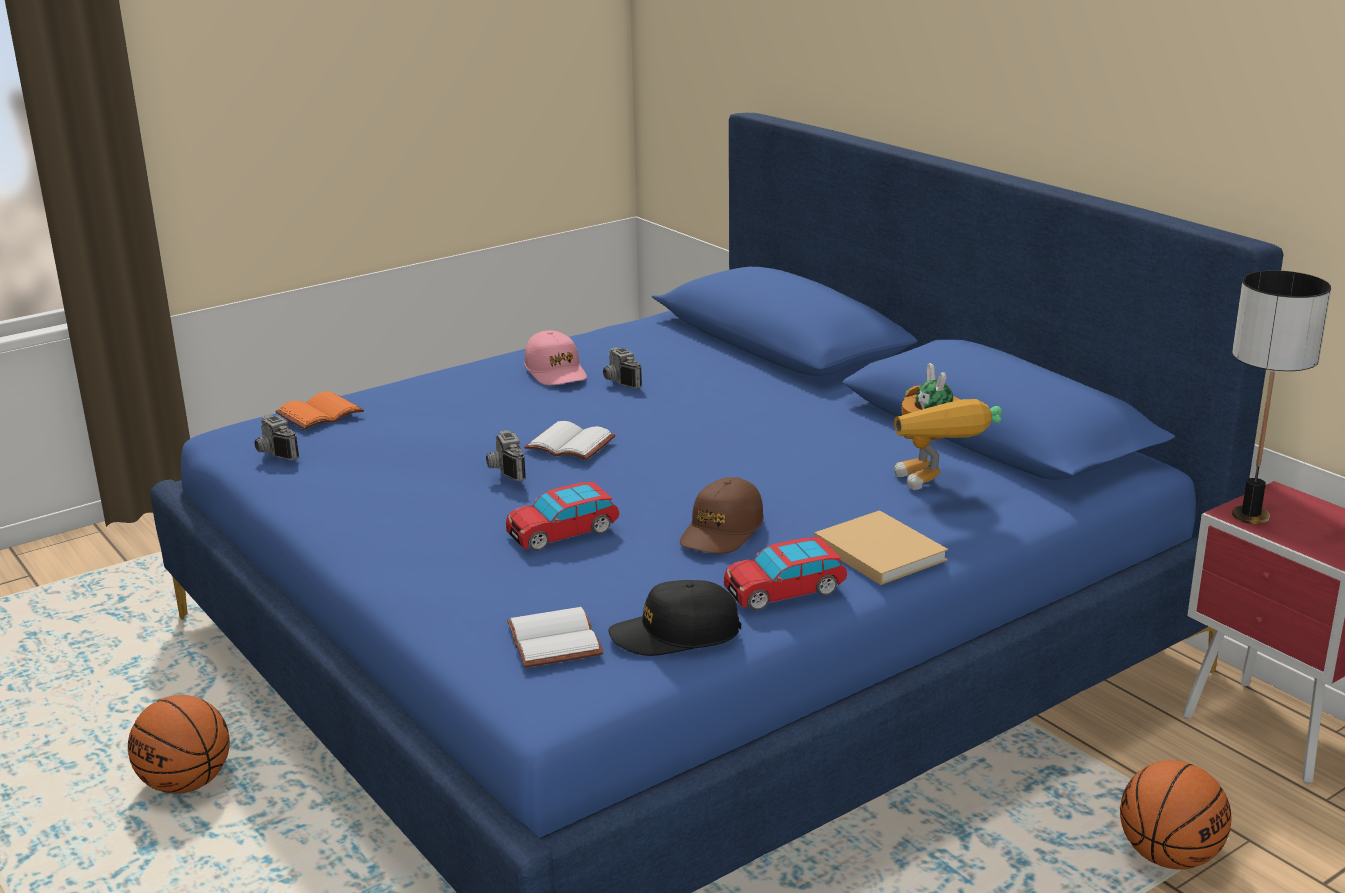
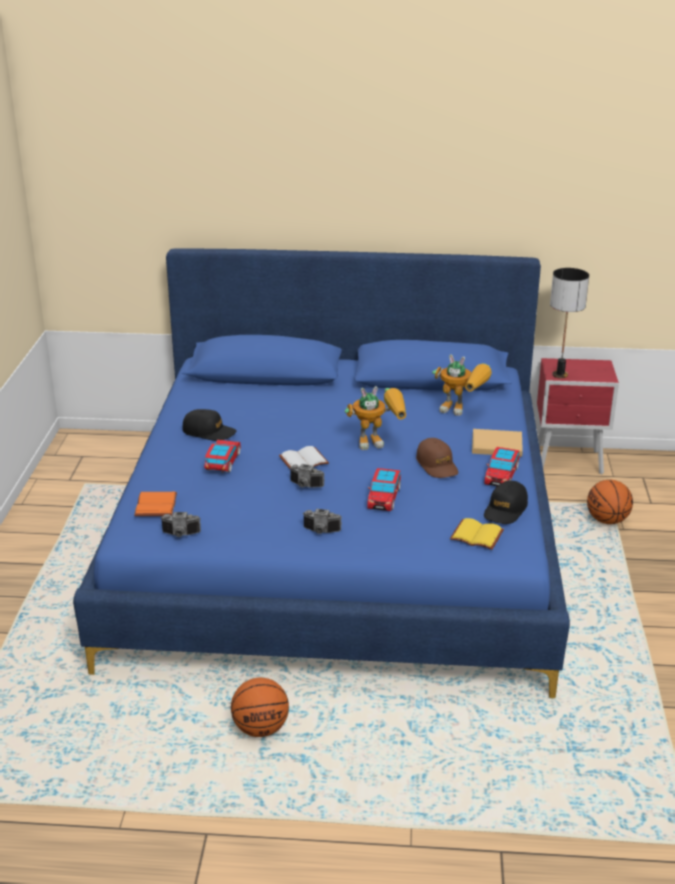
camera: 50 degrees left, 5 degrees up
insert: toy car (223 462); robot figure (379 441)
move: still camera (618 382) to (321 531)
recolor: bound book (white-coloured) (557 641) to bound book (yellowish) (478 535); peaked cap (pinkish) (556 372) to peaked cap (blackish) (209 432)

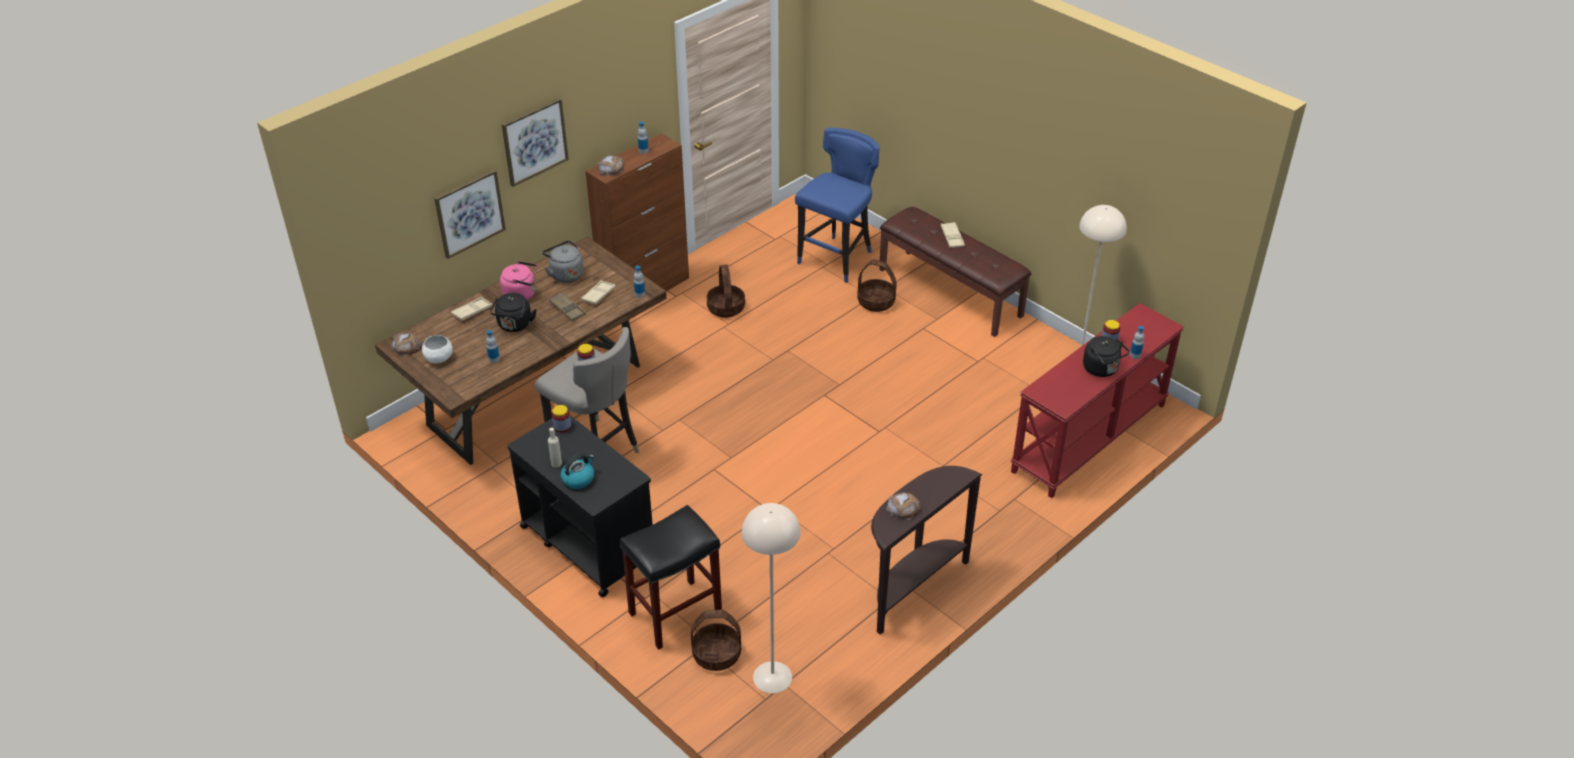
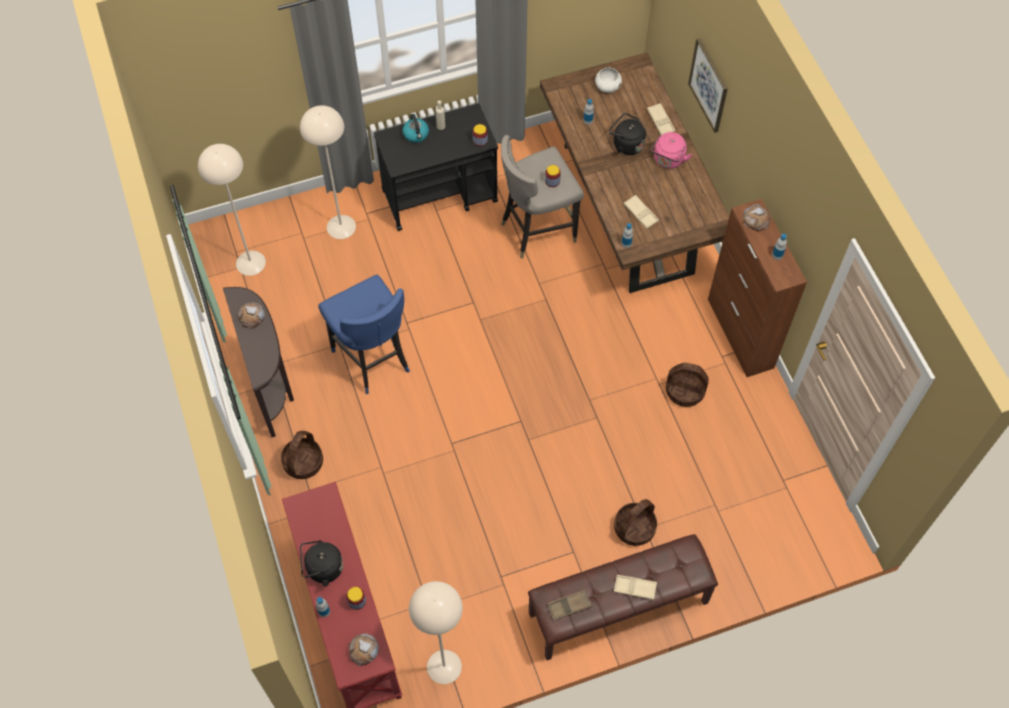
camera: 115 degrees right, 20 degrees up
delete: wall picture (534 141); kettle (gray) (565 274)
move: bread (407 347) to (363 650); tray (brown) (567 309) to (569 606); basket (716 654) to (303 462); stool seat (blue) (837 258) to (372 359)
replace: stool seat (blackish) (676 613) to standing lamp (beige-coloured) (341 227)

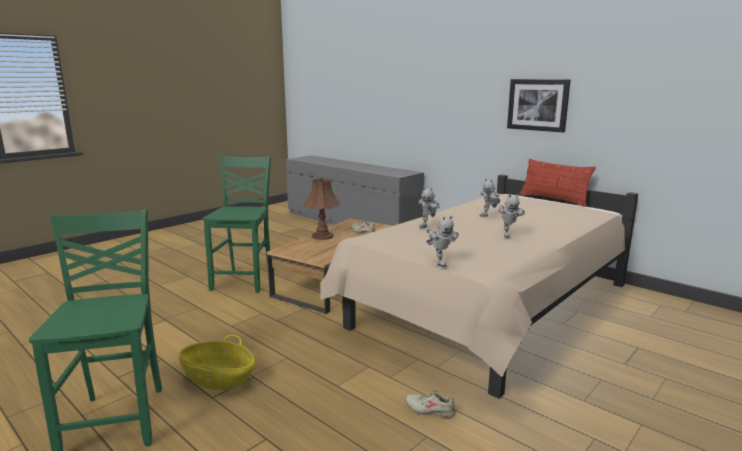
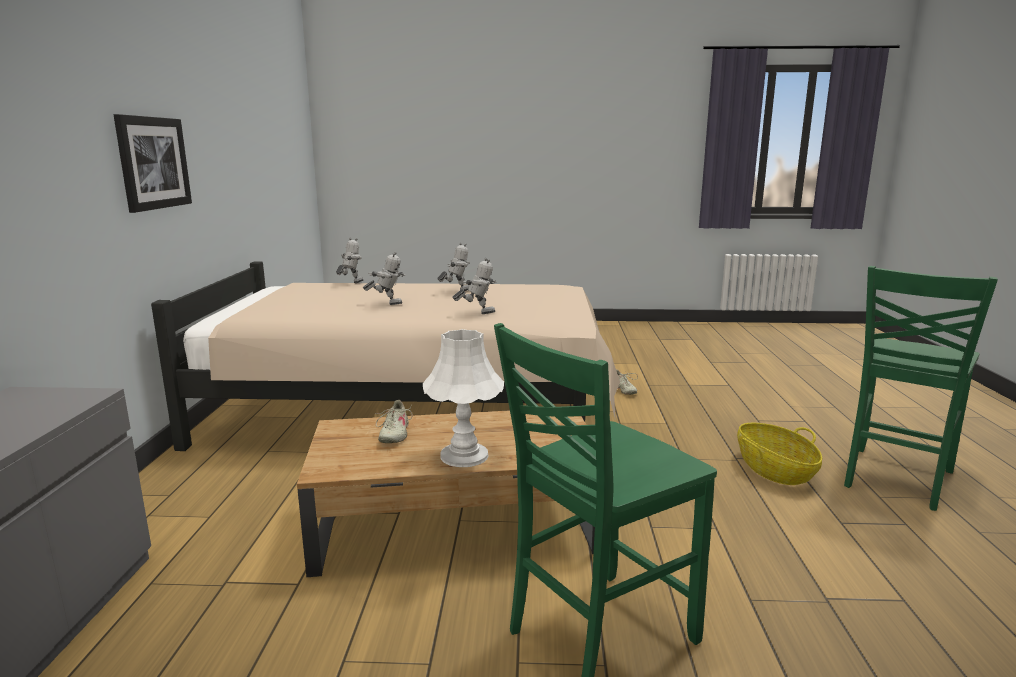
camera: 130 degrees left, 0 degrees up
delete: throw pillow (553 200)
move: robot figure (439 262) to (350 283)
recolor: tabletop lamp (brown) (322 236) to tabletop lamp (white-coloured) (464 455)

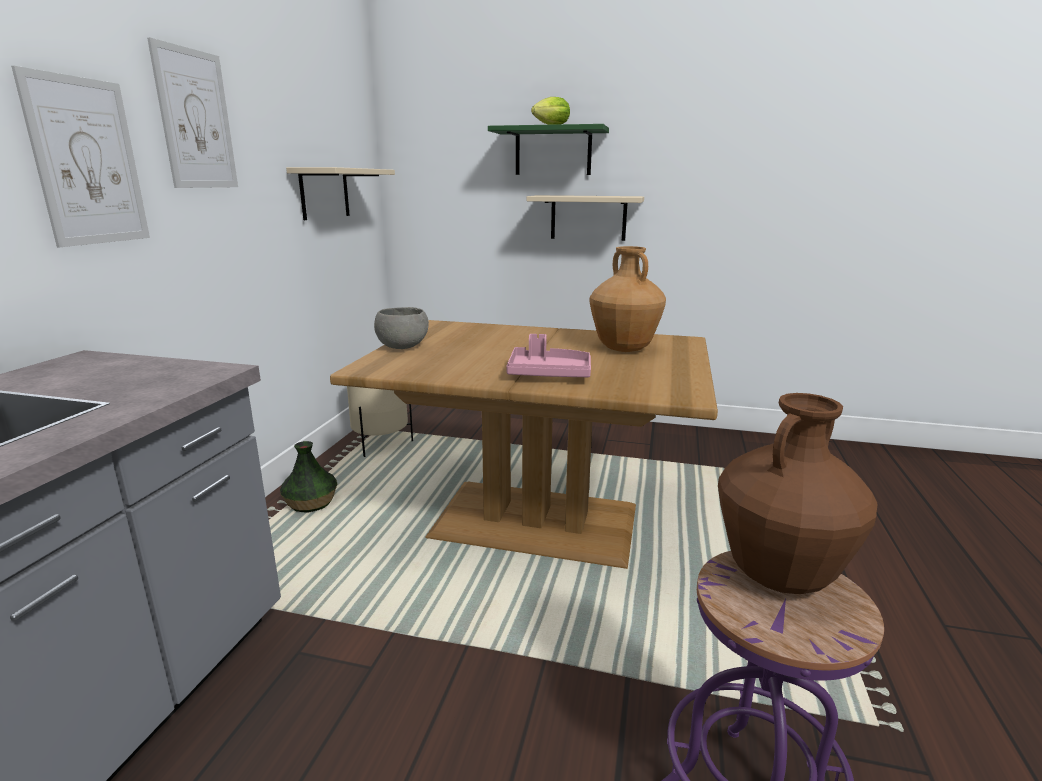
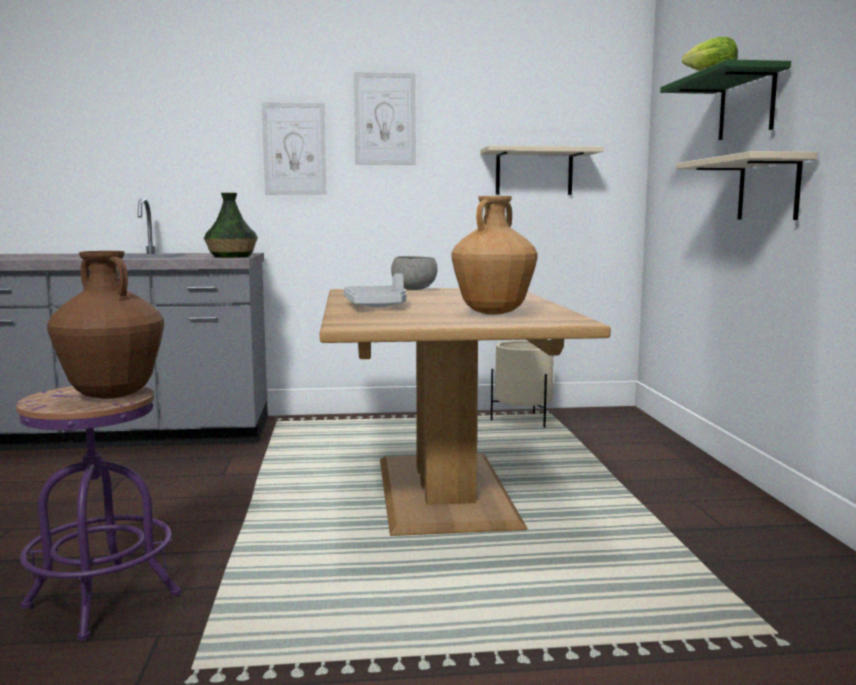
camera: 70 degrees right, 10 degrees down
move: decorative vase (311 504) to (231 256)
recolor: tray (pinkish) (548 374) to tray (gray) (377 306)

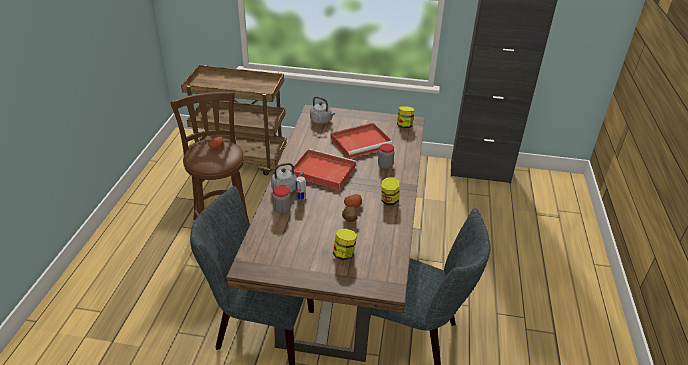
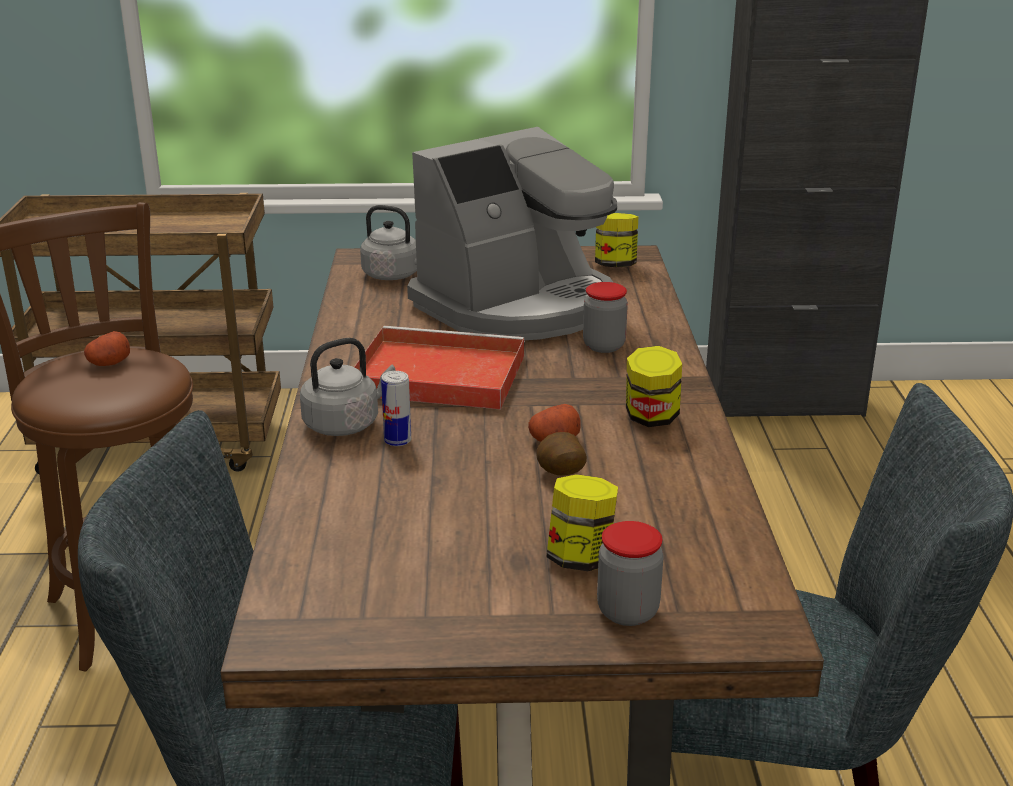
camera: 10 degrees left, 10 degrees down
move: jar (282 210) to (627 611)
replace: tray (red-coloured) (361 142) to coffee brewer (519 306)

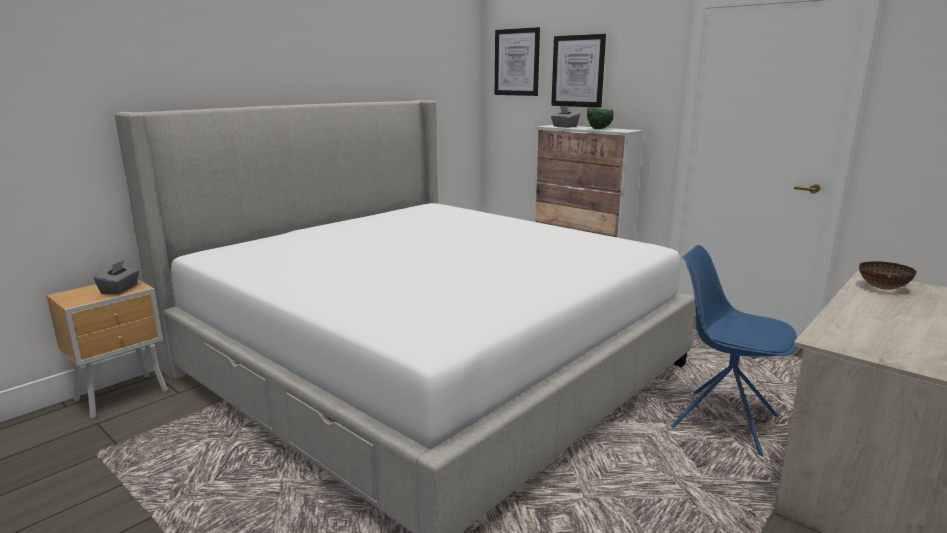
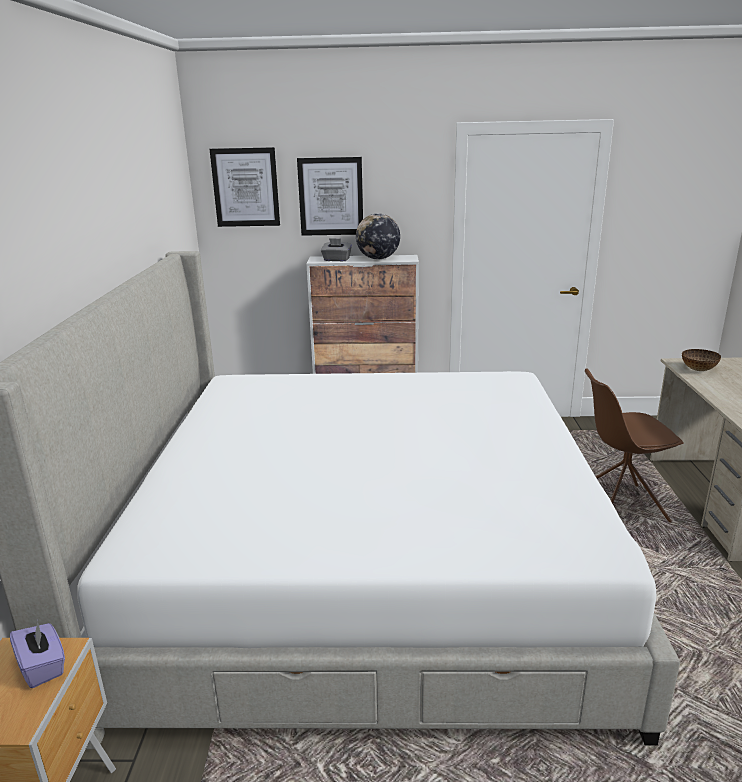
camera: 40 degrees left, 5 degrees up
replace: serving bowl (green-coloured) (599 129) to globe (378 259)
recolor: tissue box (gray) (120 289) to tissue box (purple-coloured) (43 667); plain chair (blue) (722 421) to plain chair (brown) (618 506)

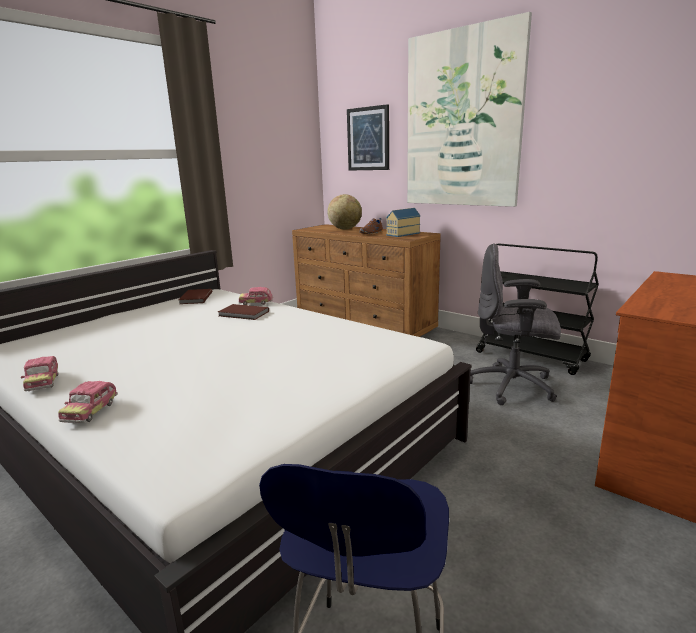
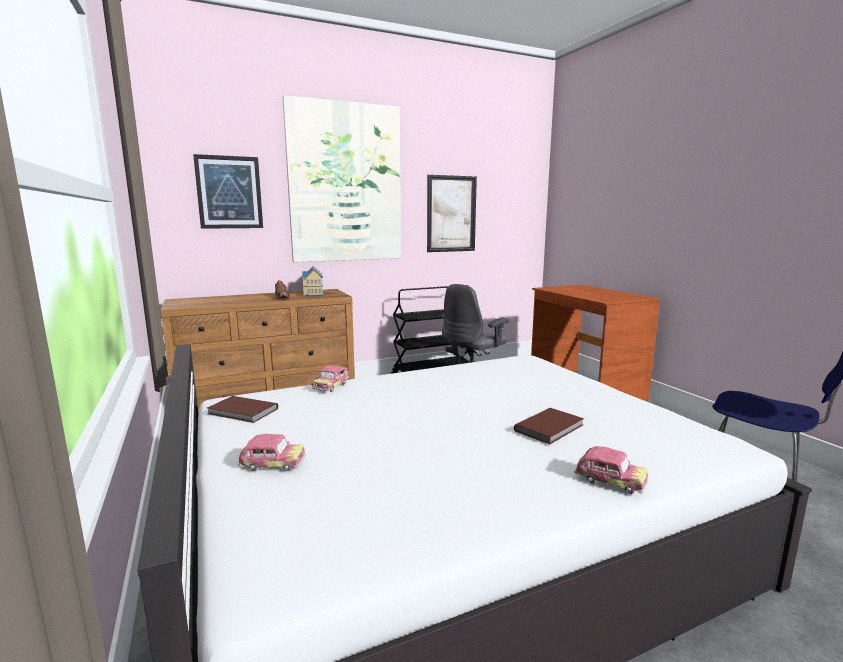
camera: 65 degrees left, 5 degrees down
delete: globe (345 229)
insert: wall picture (451 214)
move: toy car (43 382) to (272 465); bound book (brown) (243 314) to (551 428)

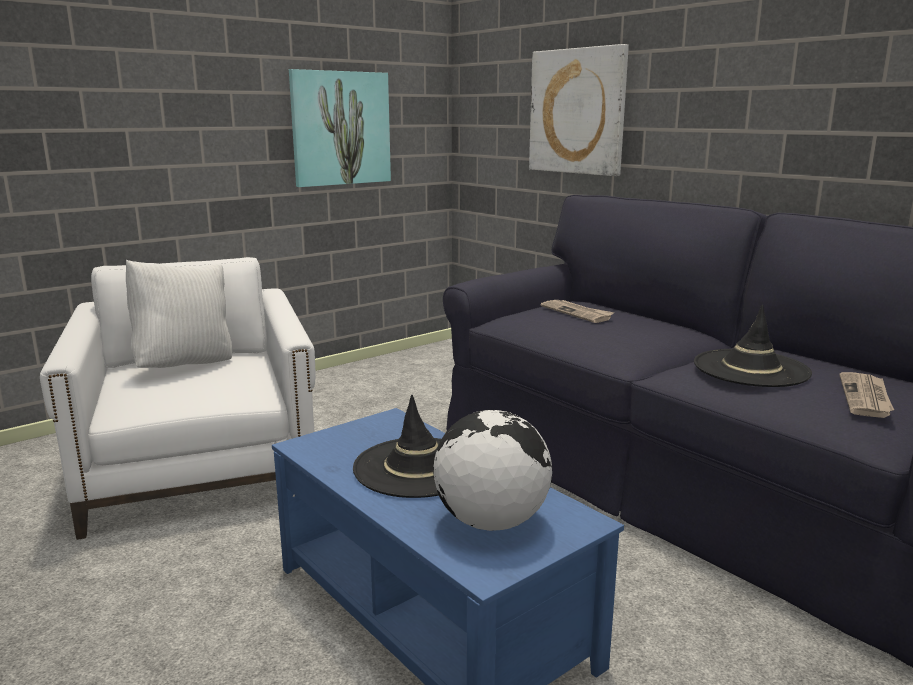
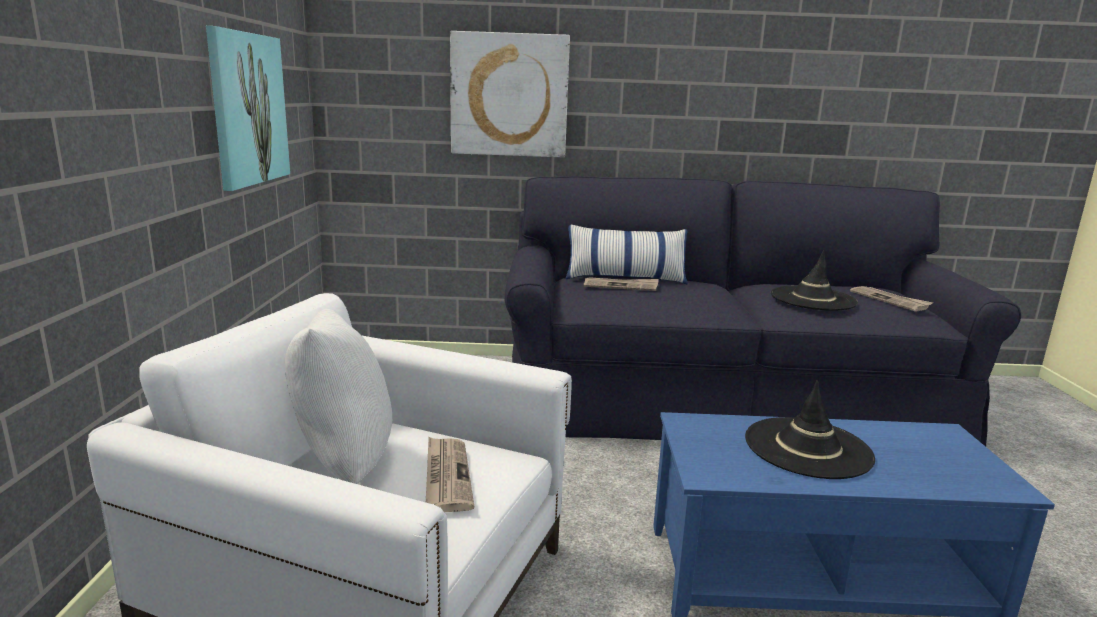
camera: 50 degrees left, 0 degrees up
delete: globe (491 522)
insert: printed paper (446 476); throw pillow (625 278)

